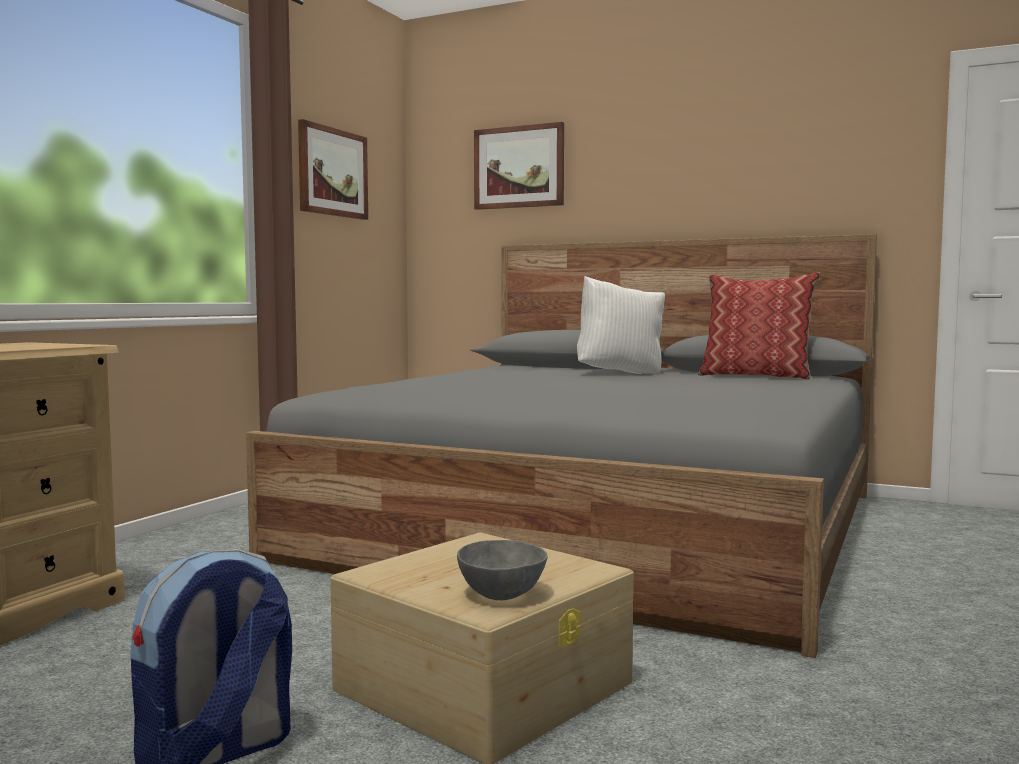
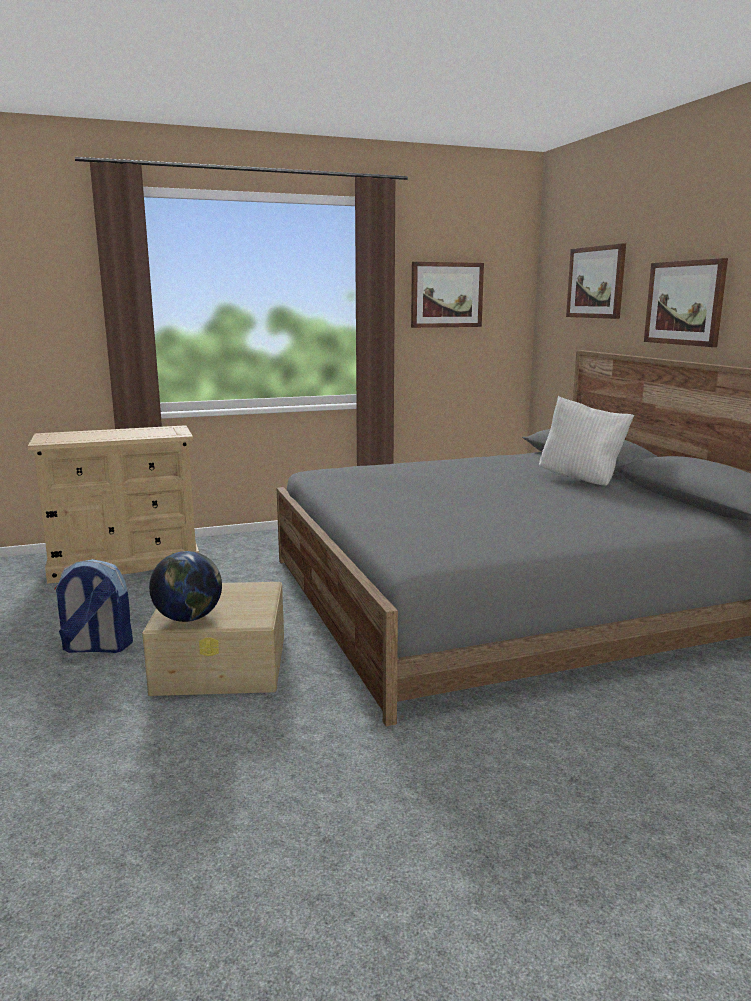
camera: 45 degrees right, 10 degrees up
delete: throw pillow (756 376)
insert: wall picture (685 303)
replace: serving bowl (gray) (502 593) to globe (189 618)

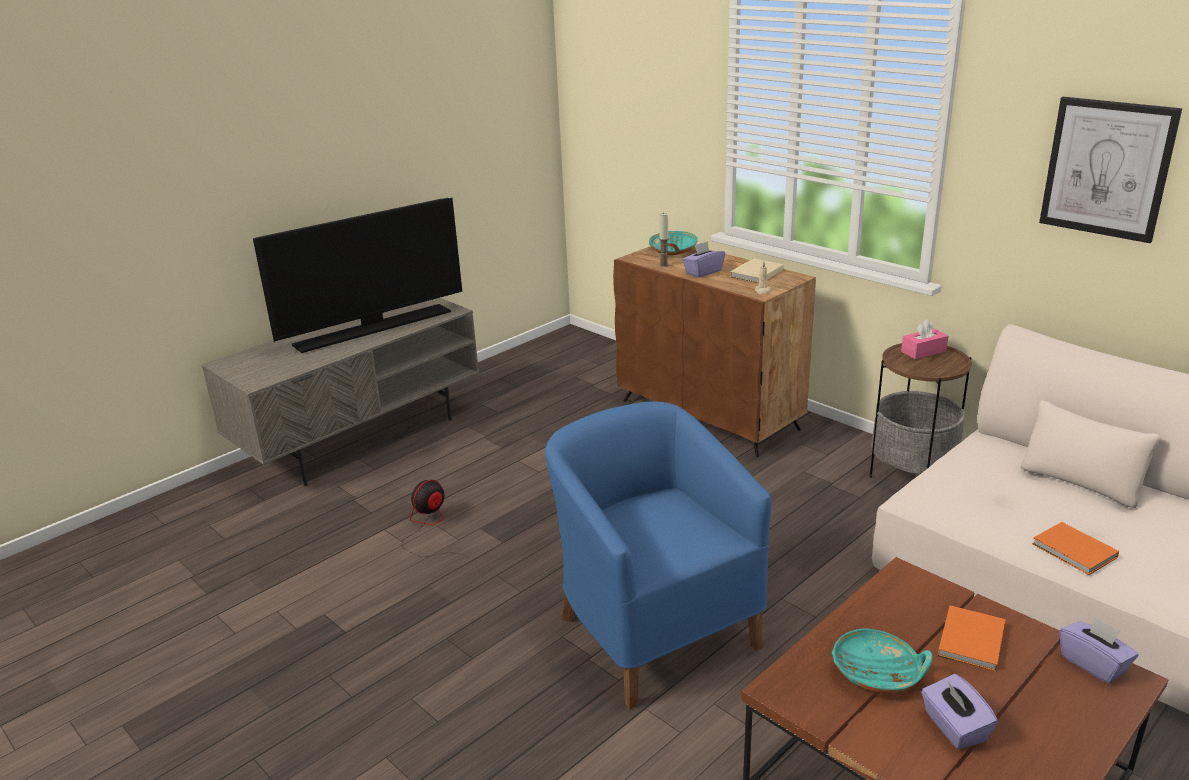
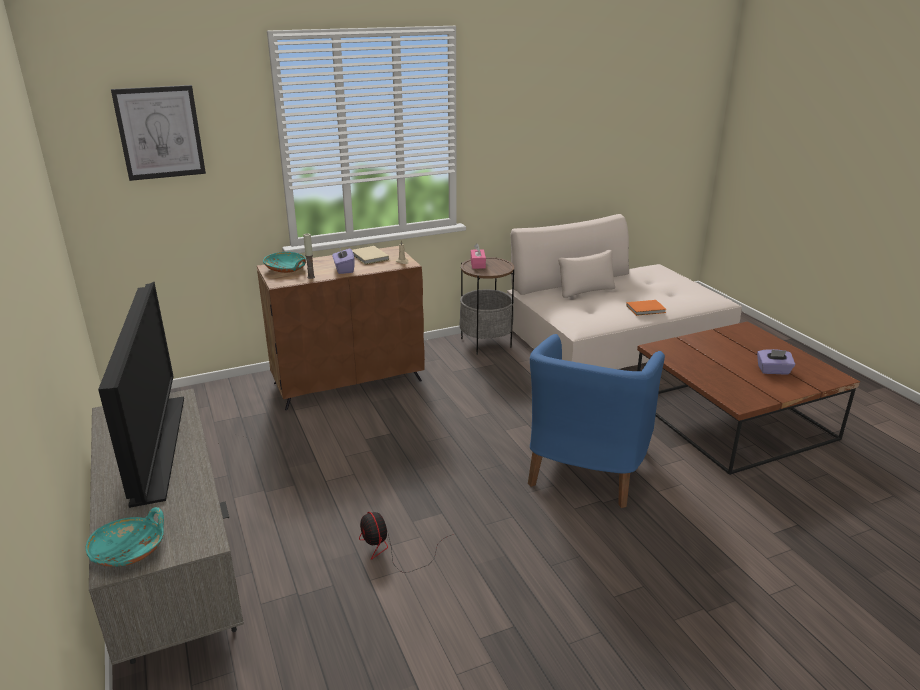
camera: 70 degrees left, 0 degrees up
delete: bound book (orange-coloured) (972 639); tissue box (purple-coloured) (1093 664)
move: serving bowl (turquoise) (878 674) to (130 550); wall picture (1107 168) to (160 132)
rotate: lounge chair (blue) (653 630) = (585 469) 60 degrees counterclockwise

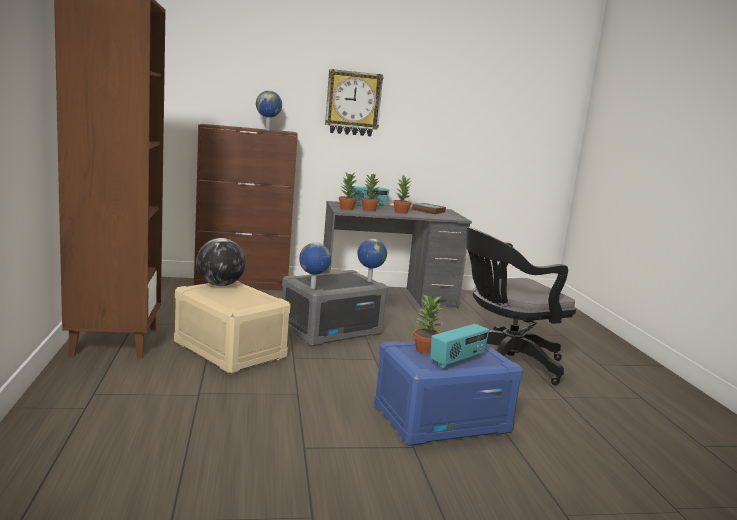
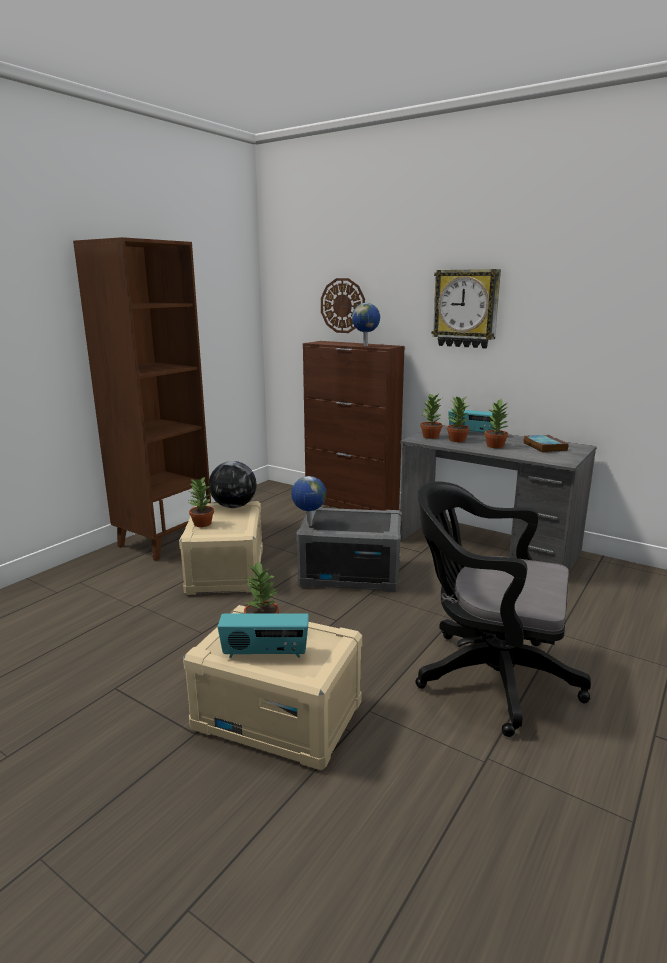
camera: 45 degrees right, 5 degrees up
delete: globe (369 281)
insert: plant in a pot (202 524); hanging clock (343 305)
recolor: storage bin (blue) (441 419) to storage bin (beige-coloured) (279 716)

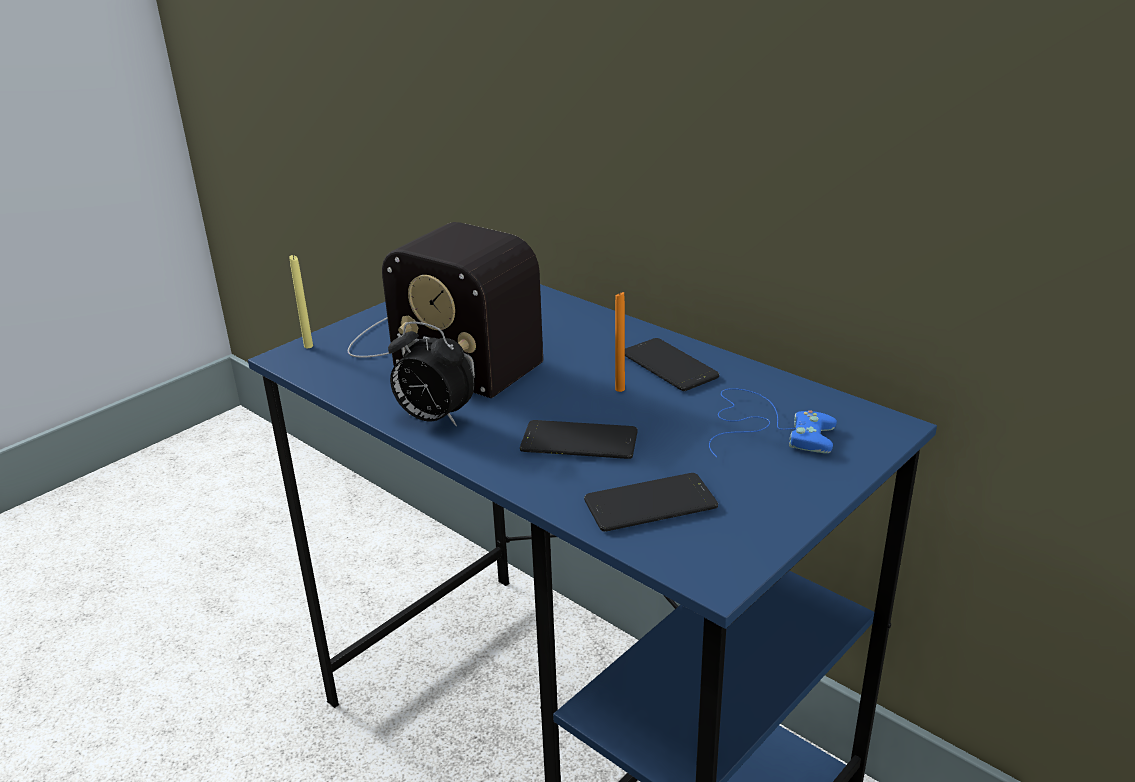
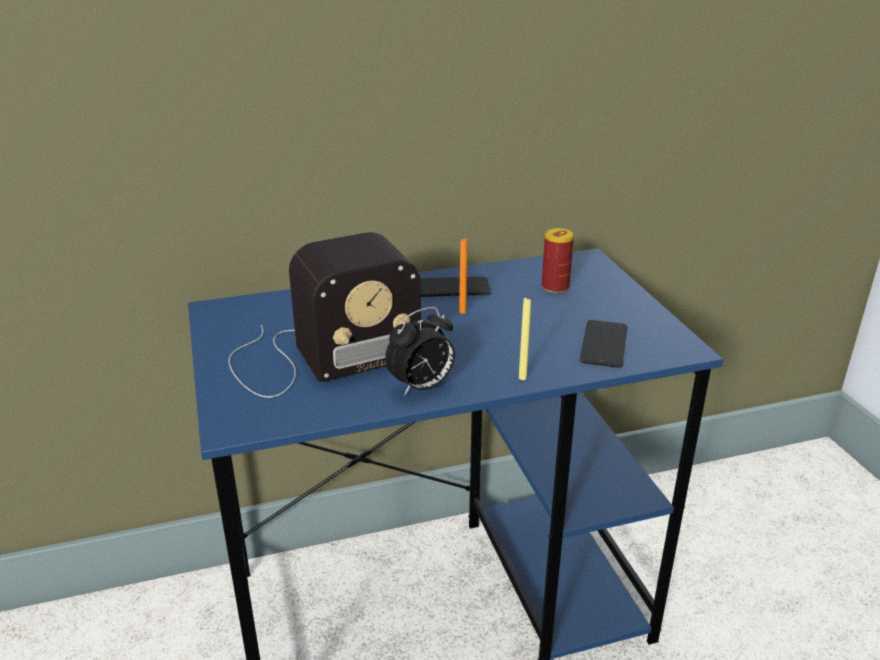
camera: 60 degrees left, 0 degrees up
delete: phone (579 441)
move: wax candle (yellowish) (308 346) to (522 378)
replace: joypad (blue) (764 427) to sealed can (555 287)

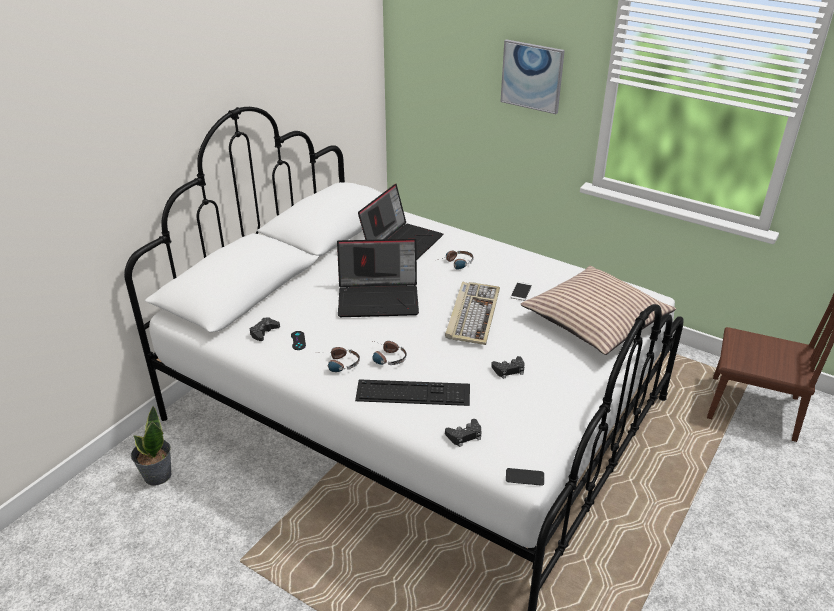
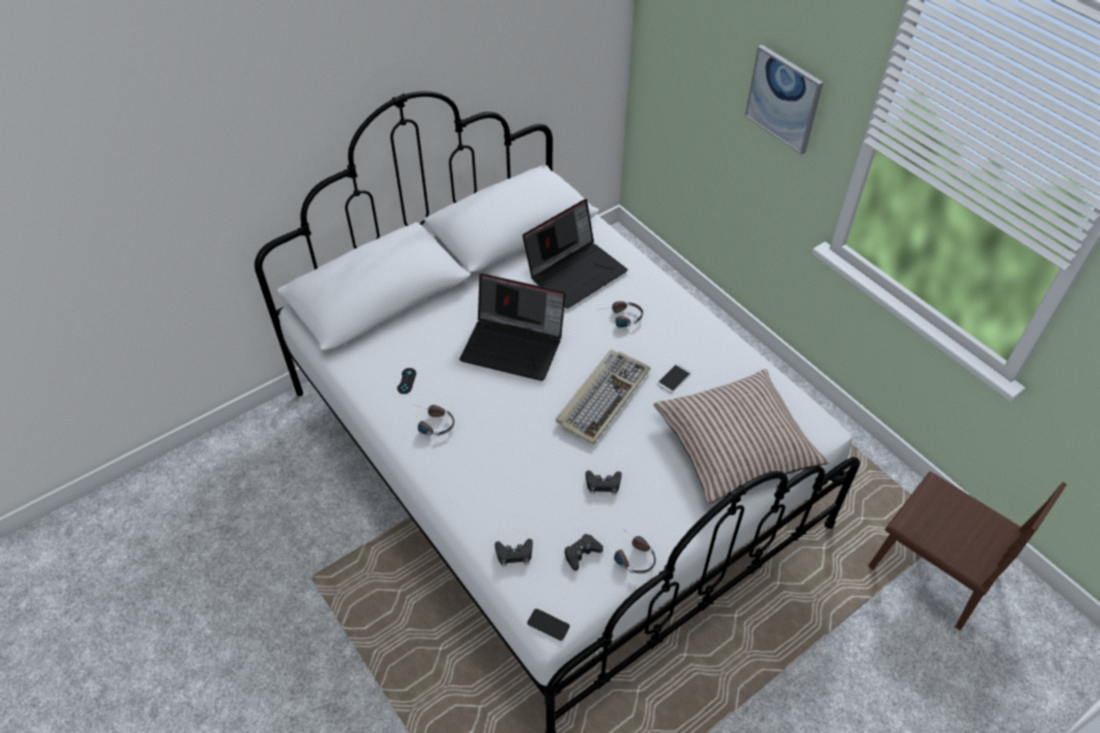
camera: 20 degrees right, 15 degrees up
delete: plant in a pot (157 475); keyboard (413 393)
move: joypad (blackish) (264 332) to (581 553); headphones (385 357) to (630 555)

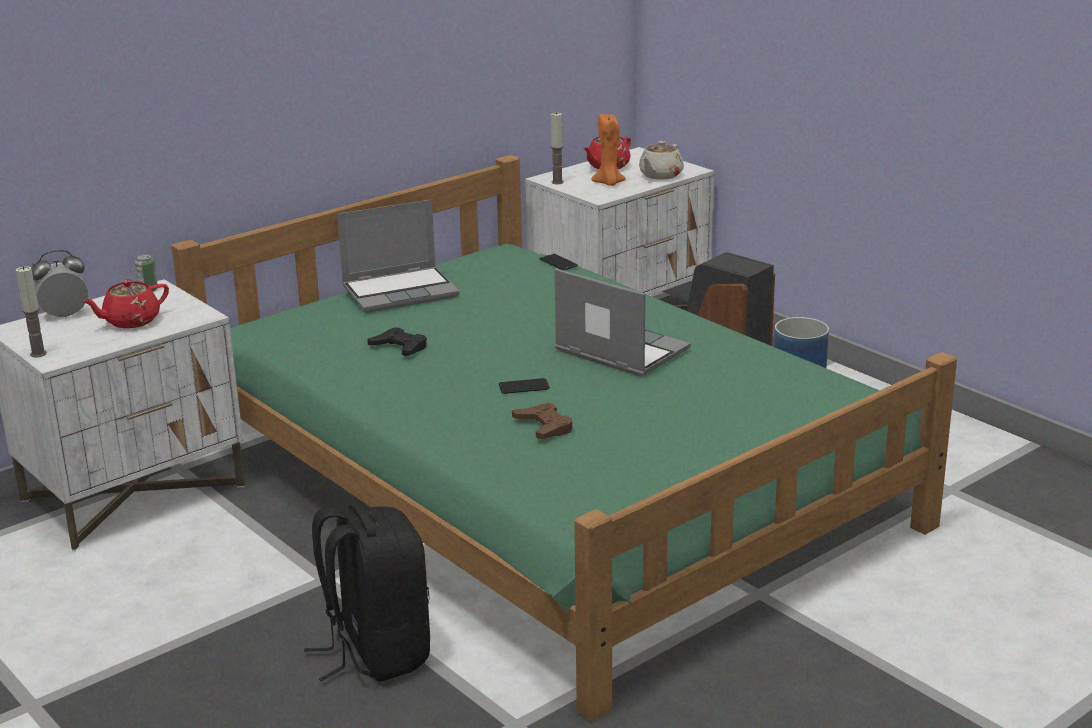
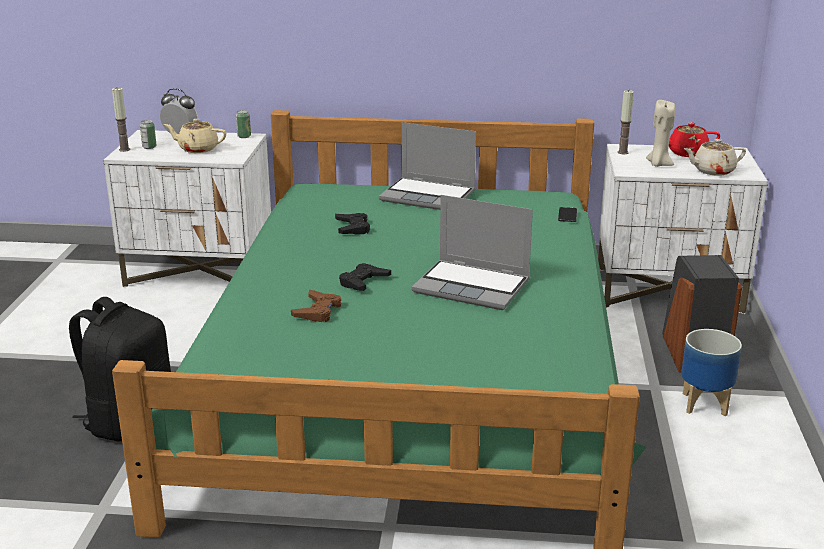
camera: 45 degrees right, 0 degrees up
insert: sealed can (149 147)
replace: phone (524 387) to joypad (blackish) (363 282)
recolor: tea pot (red-coloured) (130 321) to tea pot (beige-coloured) (197 149); wax candle (orange-coloured) (609 183) to wax candle (beige-coloured) (658 164)
rotate: portable computer (619 351) = (473 286) 120 degrees clockwise

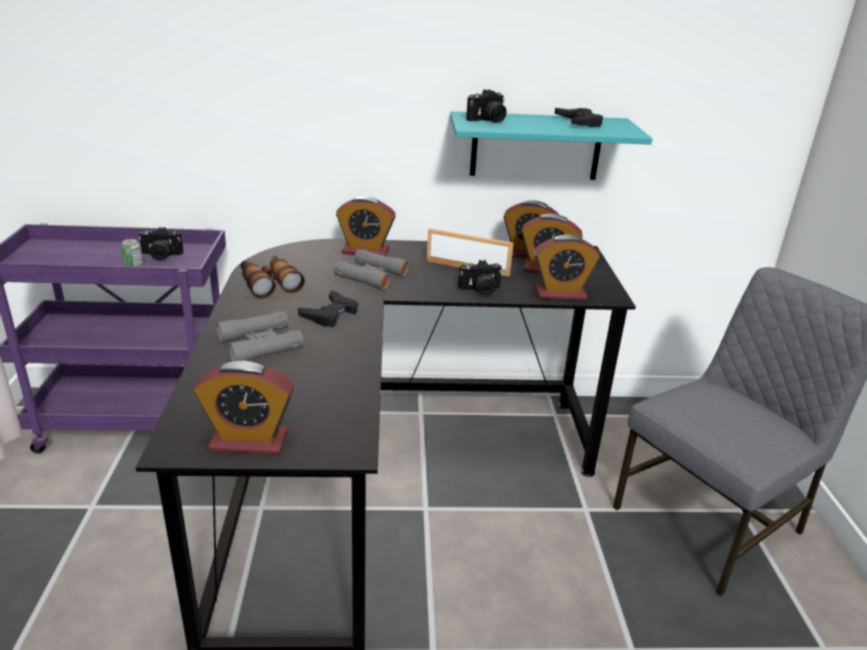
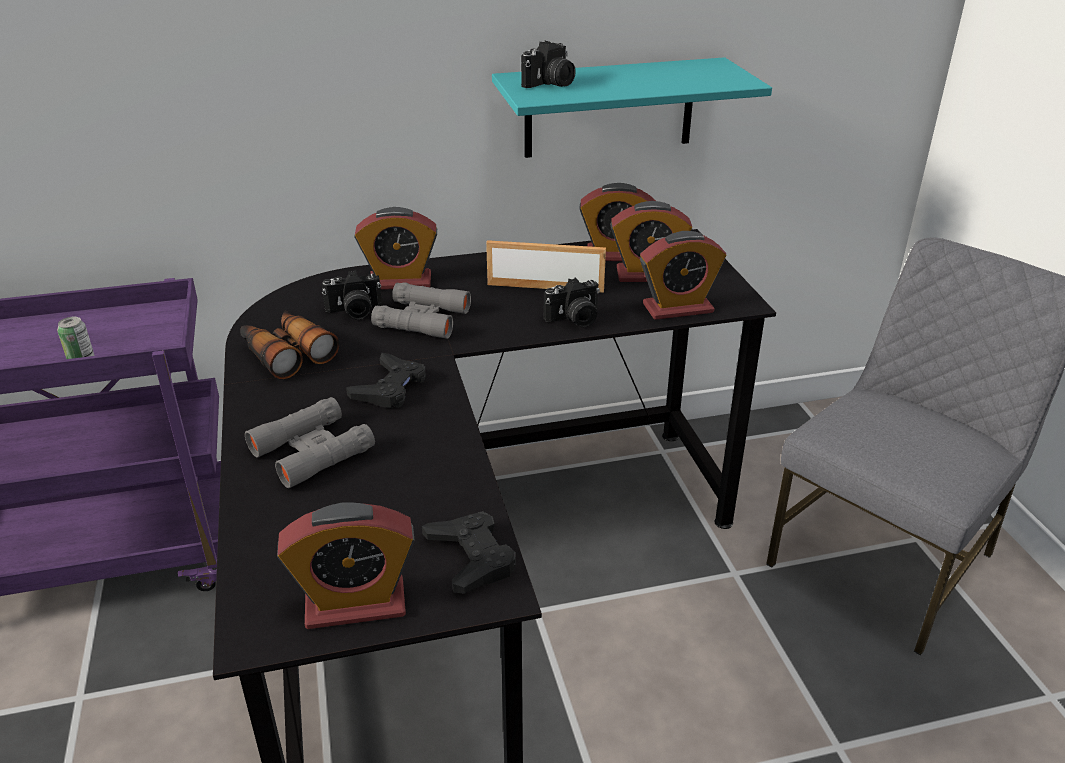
camera: 10 degrees left, 5 degrees up
move: still camera (160 255) to (354 311); joypad (blackish) (579 122) to (471 557)

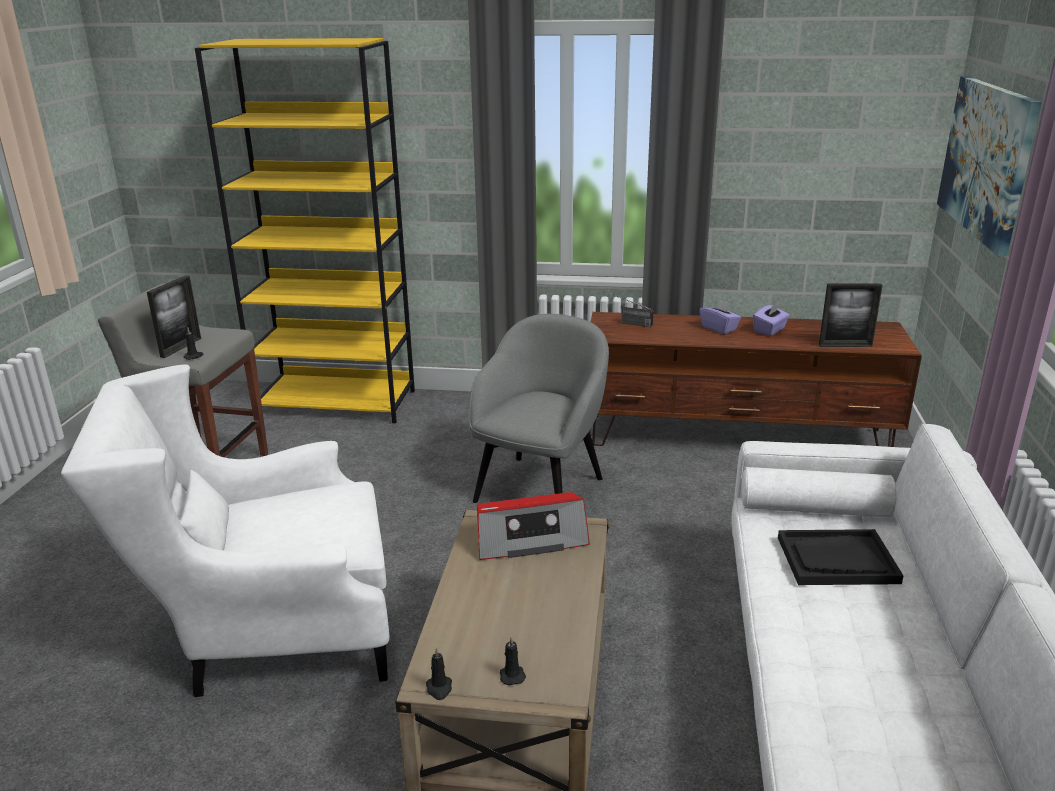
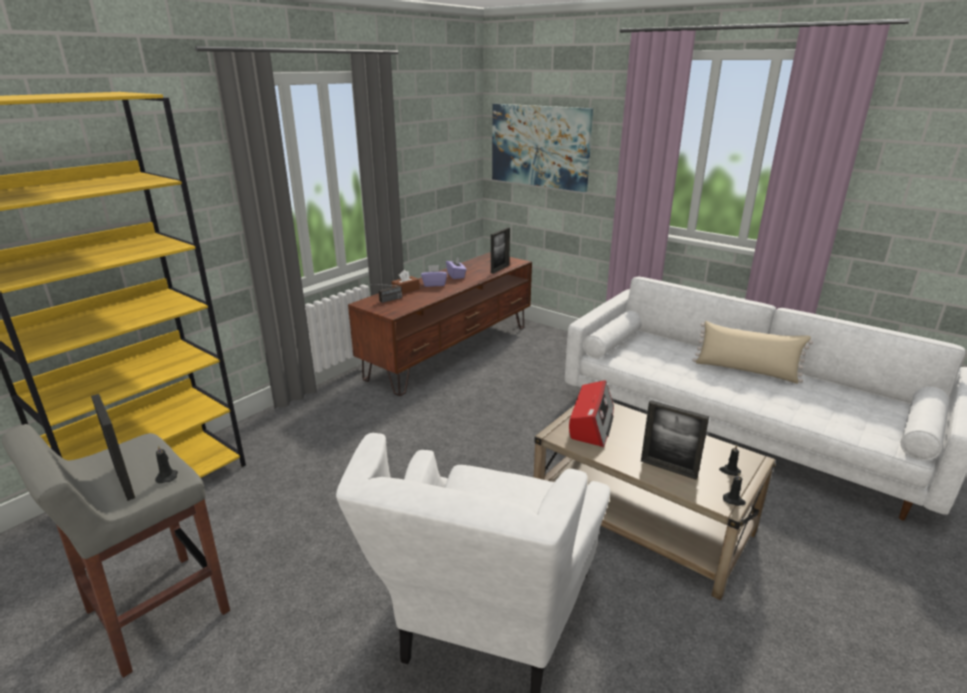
camera: 60 degrees left, 0 degrees up
delete: lounge chair (gray) (540 488); tray (blackish) (837 560)
insert: tissue box (brown) (406 290); photo frame (668 469); throw pillow (beige-coloured) (746 370)

